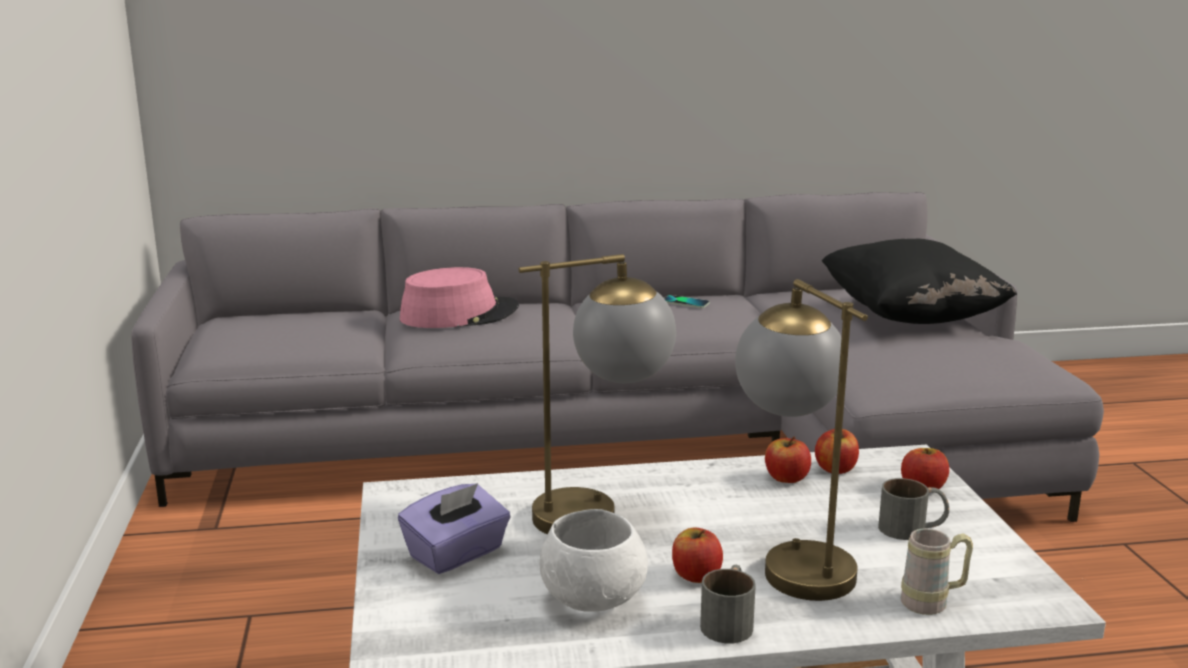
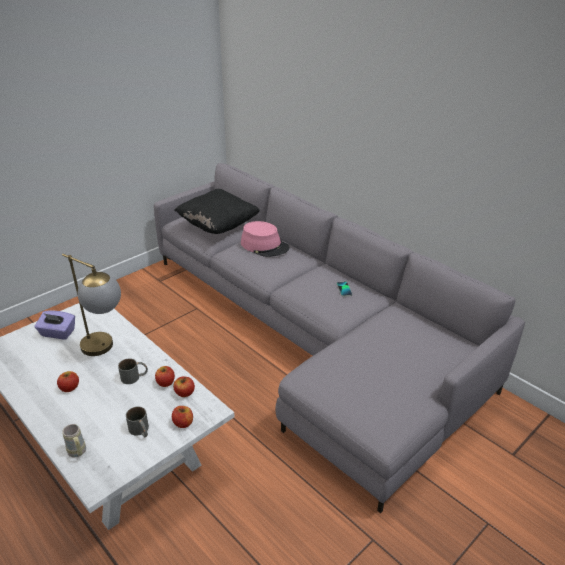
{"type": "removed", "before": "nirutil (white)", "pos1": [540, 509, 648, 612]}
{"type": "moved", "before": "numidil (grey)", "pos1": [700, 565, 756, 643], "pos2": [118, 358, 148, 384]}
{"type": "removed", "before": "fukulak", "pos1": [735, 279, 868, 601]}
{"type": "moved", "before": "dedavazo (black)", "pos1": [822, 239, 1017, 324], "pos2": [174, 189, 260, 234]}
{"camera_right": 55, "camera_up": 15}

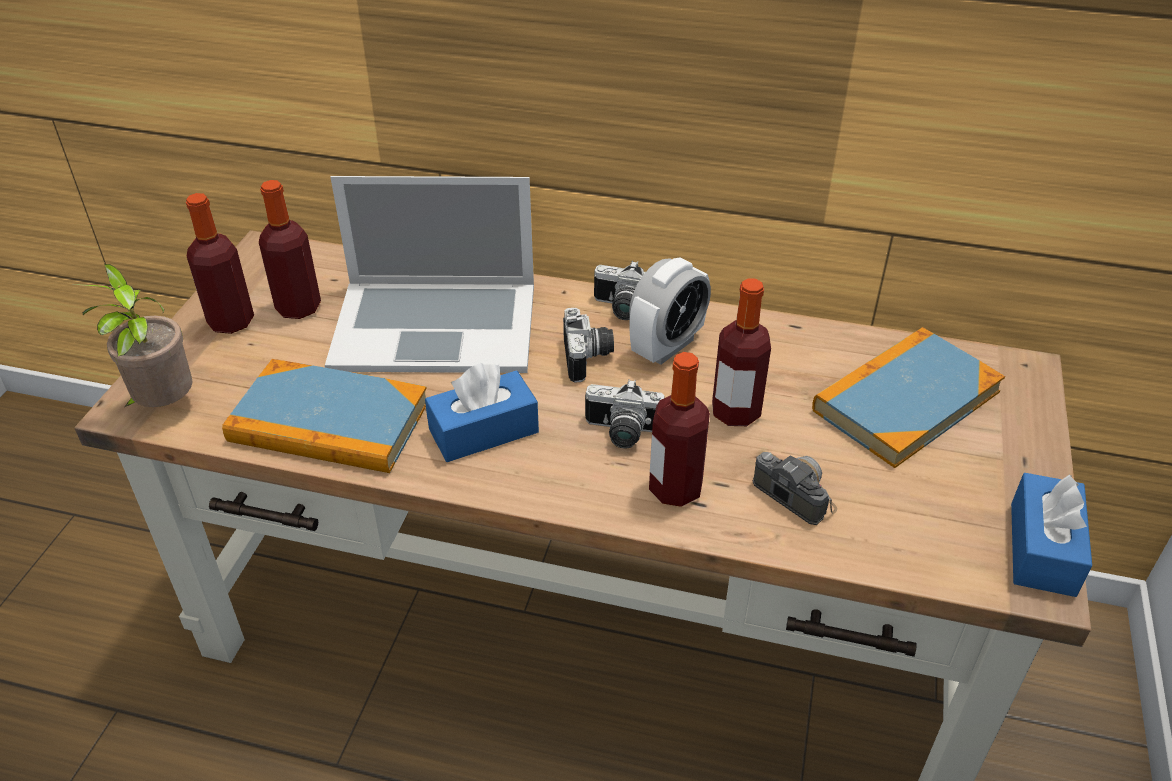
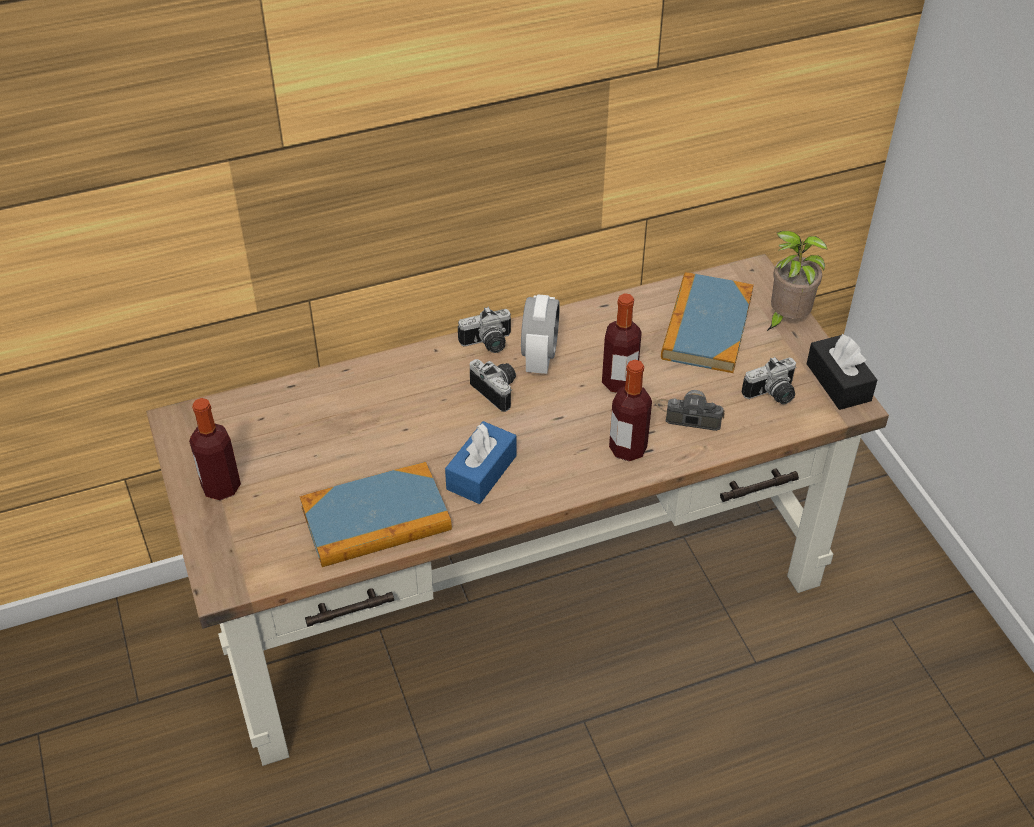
{"type": "moved", "before": "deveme", "pos1": [73, 264, 193, 407], "pos2": [767, 231, 827, 331]}
{"type": "removed", "before": "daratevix", "pos1": [259, 180, 321, 319]}
{"type": "removed", "before": "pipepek", "pos1": [325, 176, 534, 373]}
{"type": "moved", "before": "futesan", "pos1": [585, 379, 664, 449], "pos2": [741, 357, 797, 404]}
{"type": "recoloured", "before": "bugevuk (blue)", "after": "bugevuk (black)", "pos1": [1011, 473, 1092, 597], "pos2": [807, 334, 877, 410]}
{"camera_right": -35, "camera_up": 5}

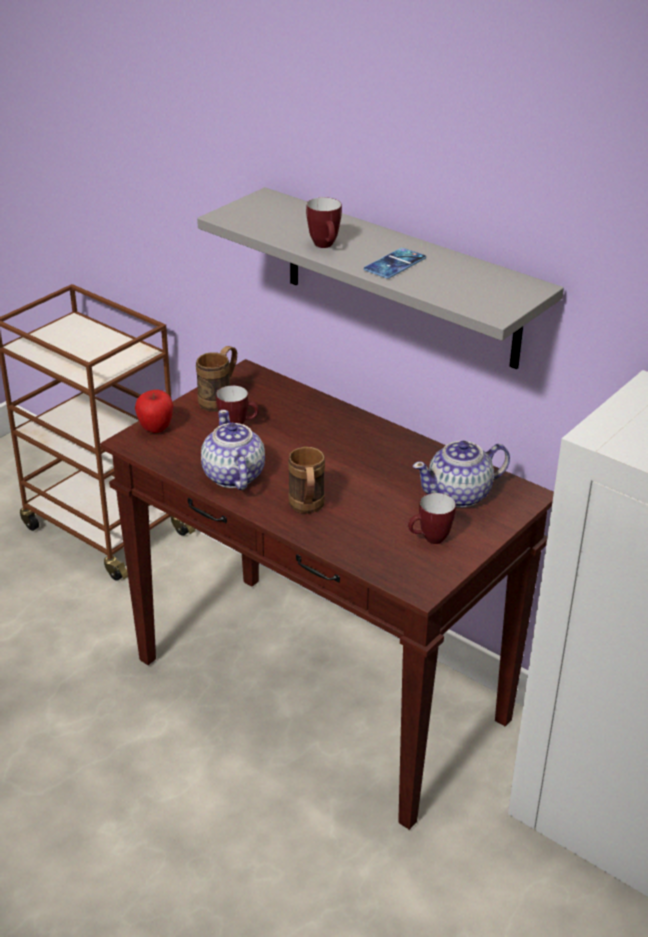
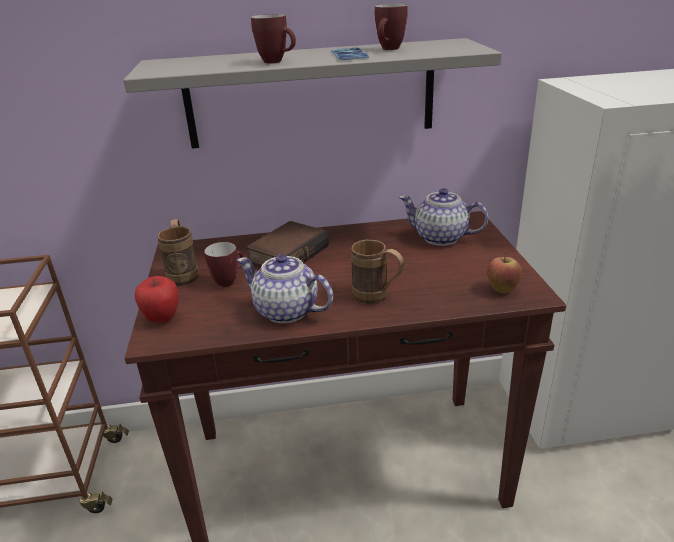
{"type": "moved", "before": "numidil", "pos1": [408, 493, 456, 544], "pos2": [375, 4, 408, 50]}
{"type": "turned", "before": "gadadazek", "pos1": [413, 441, 510, 508], "pos2": [399, 188, 488, 246], "turn": 90}
{"type": "added", "after": "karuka", "pos2": [246, 221, 329, 267]}
{"type": "added", "after": "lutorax", "pos2": [487, 252, 522, 294]}
{"camera_right": -45, "camera_up": -5}

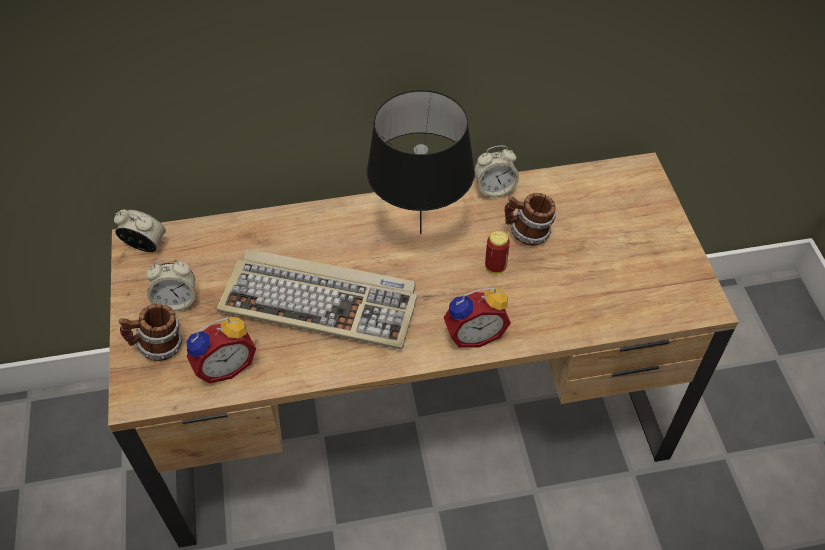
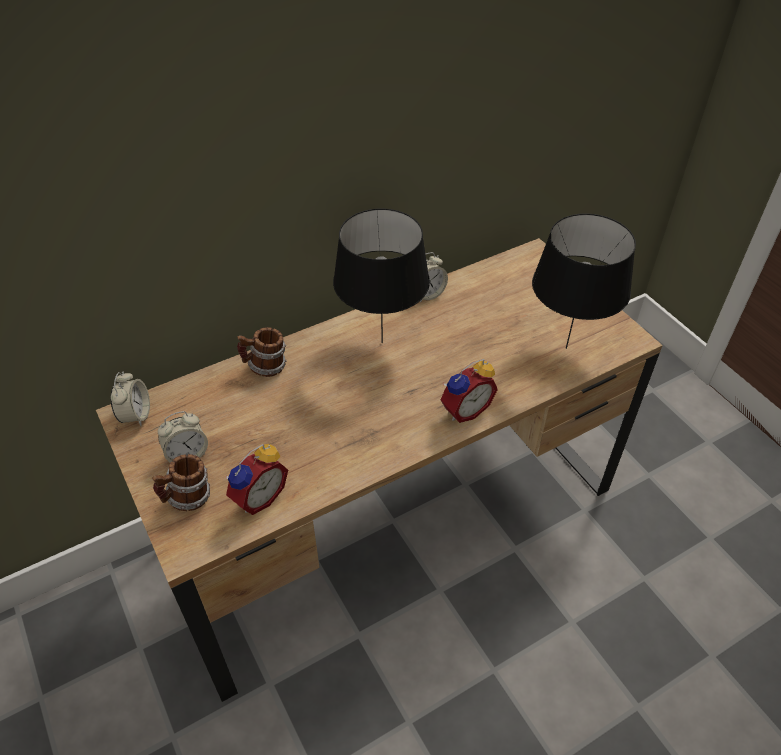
{"type": "turned", "before": "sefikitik", "pos1": [114, 209, 166, 252], "pos2": [111, 372, 150, 426], "turn": 90}
{"type": "removed", "before": "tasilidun", "pos1": [217, 249, 417, 350]}
{"type": "removed", "before": "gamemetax", "pos1": [485, 231, 510, 274]}
{"type": "moved", "before": "numidil", "pos1": [505, 193, 556, 246], "pos2": [237, 327, 287, 377]}
{"type": "added", "after": "fukulak (black)", "pos2": [532, 213, 636, 349]}
{"camera_right": -20, "camera_up": -5}

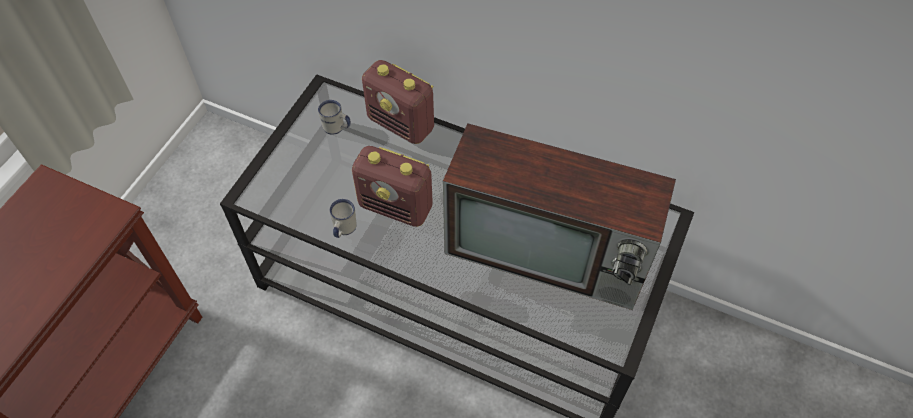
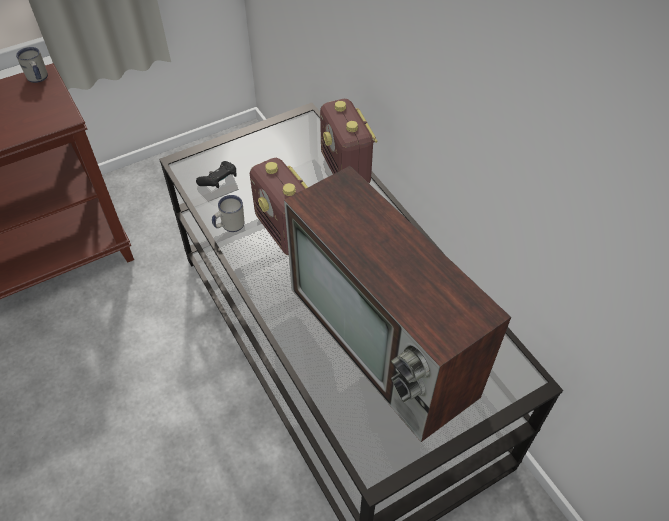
{"type": "moved", "before": "numidil (white)", "pos1": [318, 100, 351, 135], "pos2": [16, 47, 48, 83]}
{"type": "added", "after": "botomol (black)", "pos2": [196, 161, 237, 188]}
{"camera_right": 35, "camera_up": -5}

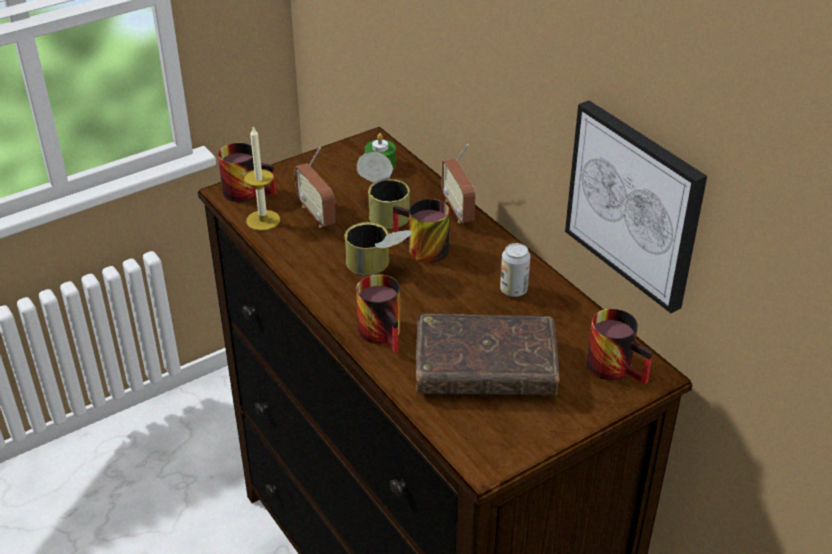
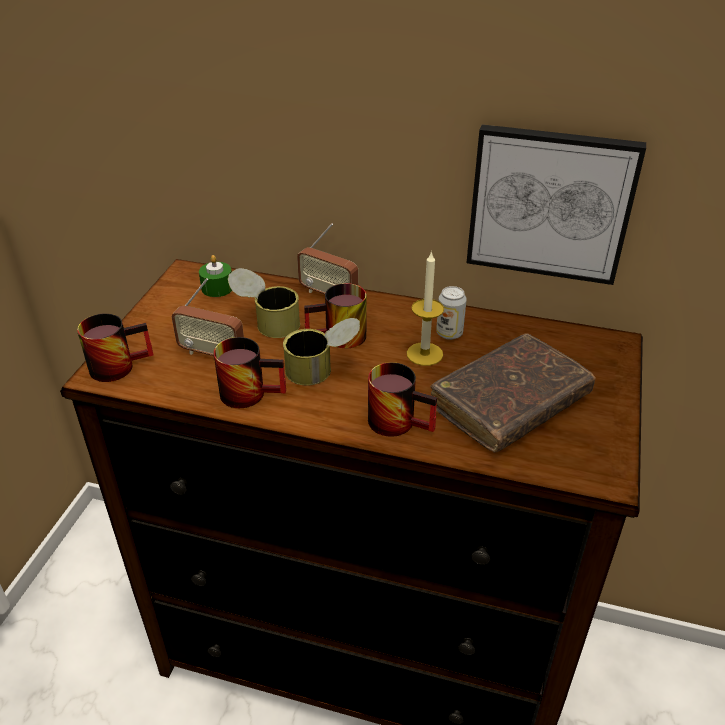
{"type": "moved", "before": "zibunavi", "pos1": [244, 125, 280, 231], "pos2": [407, 251, 444, 366]}
{"type": "moved", "before": "numidil", "pos1": [586, 309, 653, 384], "pos2": [213, 337, 286, 408]}
{"camera_right": -40, "camera_up": 0}

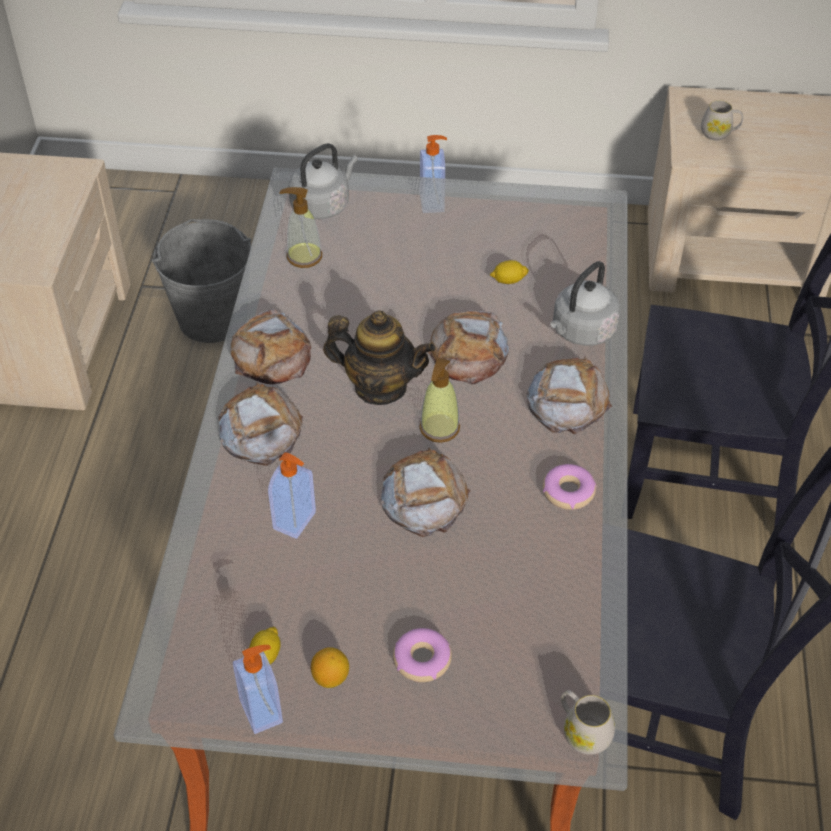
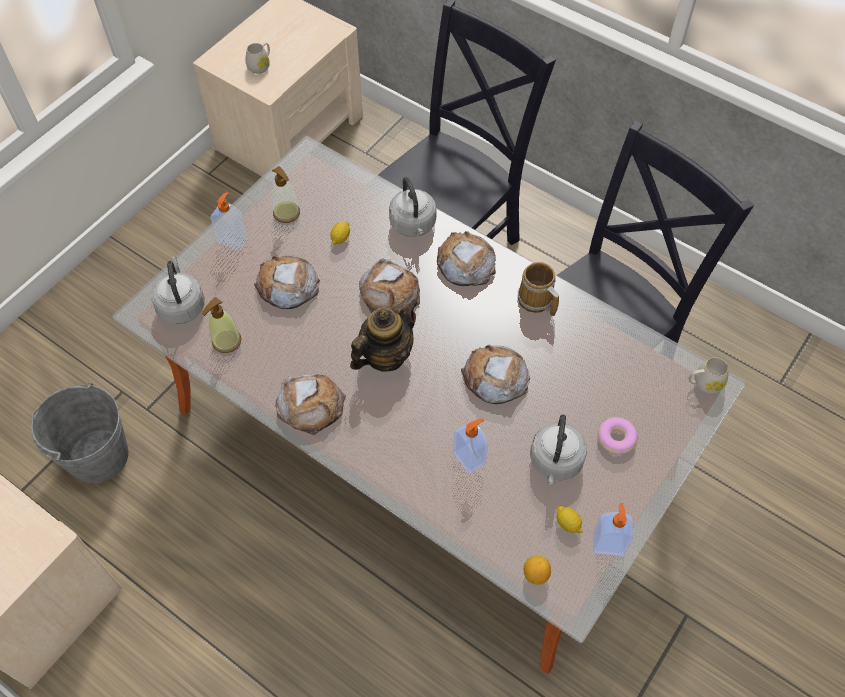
{"type": "moved", "before": "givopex", "pos1": [219, 382, 303, 466], "pos2": [254, 255, 320, 309]}
{"type": "moved", "before": "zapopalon", "pos1": [311, 647, 349, 688], "pos2": [524, 556, 551, 585]}
{"type": "moved", "before": "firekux", "pos1": [420, 358, 460, 443], "pos2": [272, 166, 300, 223]}
{"type": "replaced", "before": "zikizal", "after": "numidil", "pos1": [543, 464, 596, 510], "pos2": [518, 262, 559, 316]}
{"type": "added", "after": "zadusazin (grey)", "pos2": [530, 414, 587, 484]}
{"camera_right": -60, "camera_up": 10}

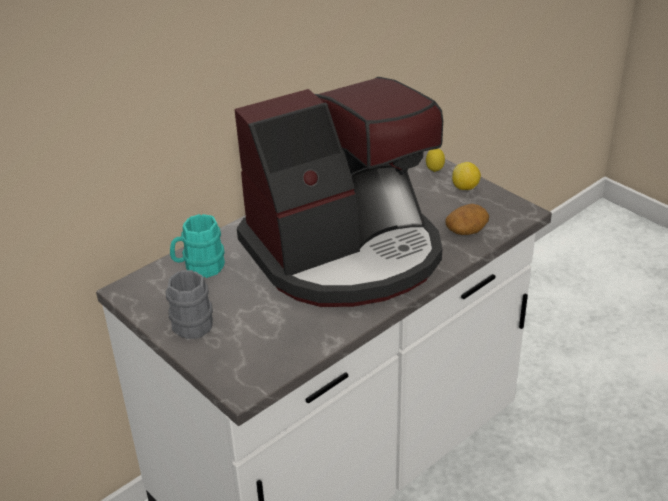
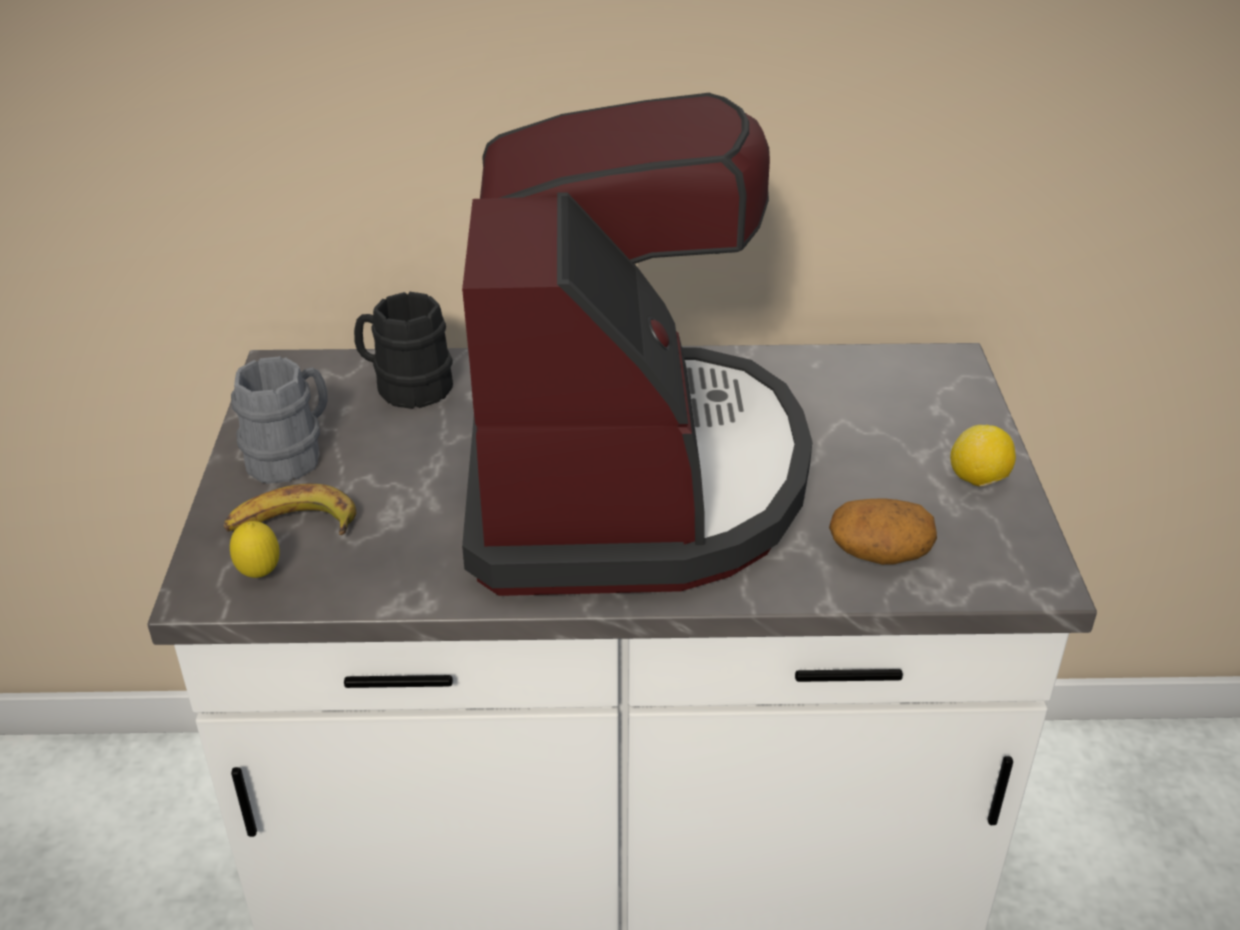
{"type": "recoloured", "before": "numidil (turquoise)", "after": "numidil (black)", "pos1": [170, 214, 225, 278], "pos2": [354, 292, 453, 409]}
{"type": "turned", "before": "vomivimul", "pos1": [234, 77, 443, 307], "pos2": [462, 93, 812, 596], "turn": -105}
{"type": "moved", "before": "zapopalon", "pos1": [426, 148, 445, 172], "pos2": [230, 521, 279, 578]}
{"type": "added", "after": "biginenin", "pos2": [224, 484, 356, 535]}
{"camera_right": 40, "camera_up": 0}

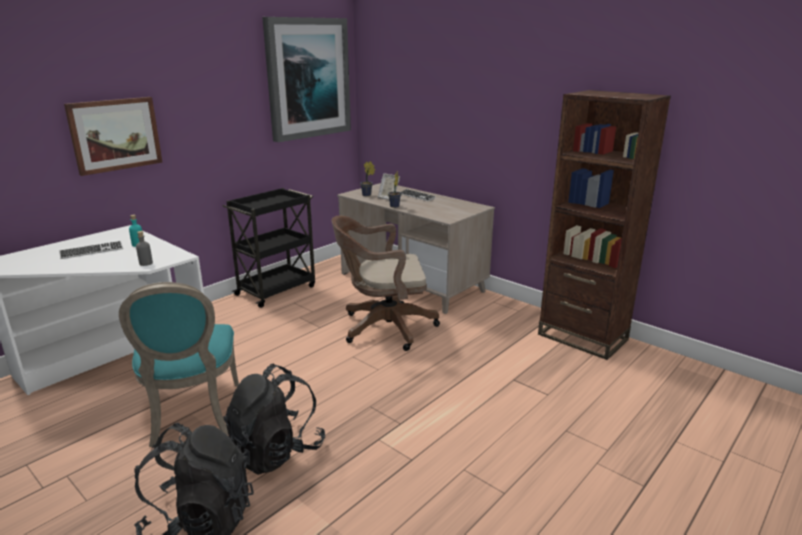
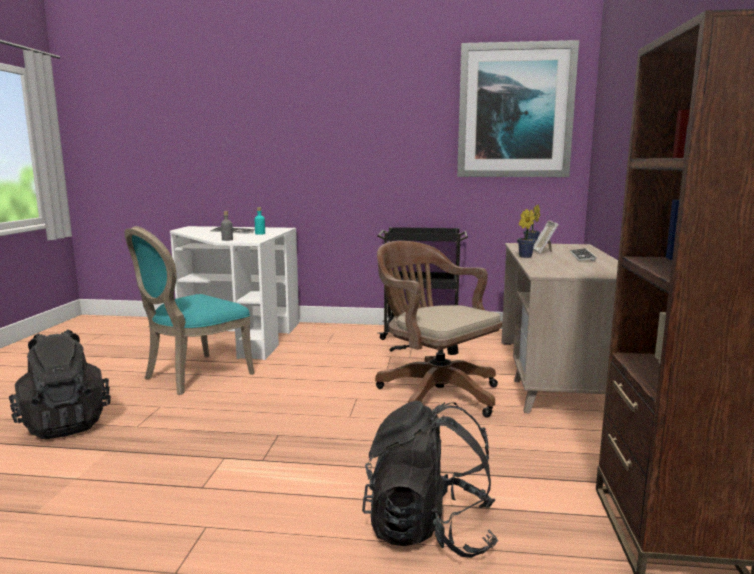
{"type": "removed", "before": "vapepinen", "pos1": [64, 97, 162, 176]}
{"type": "moved", "before": "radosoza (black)", "pos1": [223, 364, 325, 475], "pos2": [362, 401, 498, 558]}
{"camera_right": 55, "camera_up": -10}

